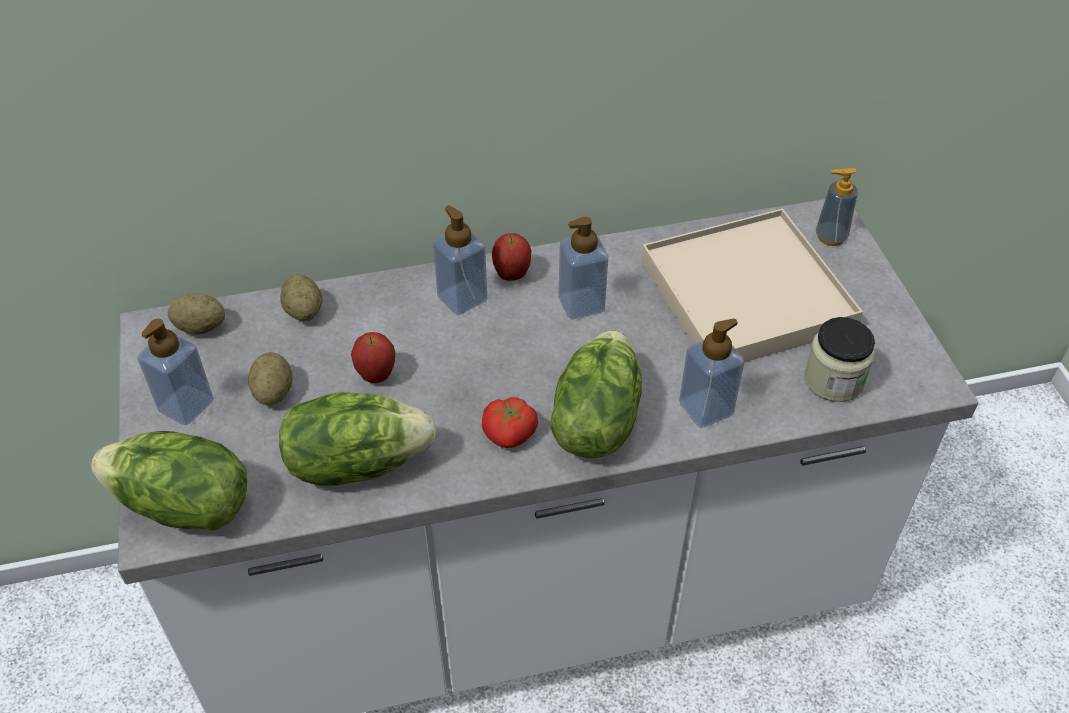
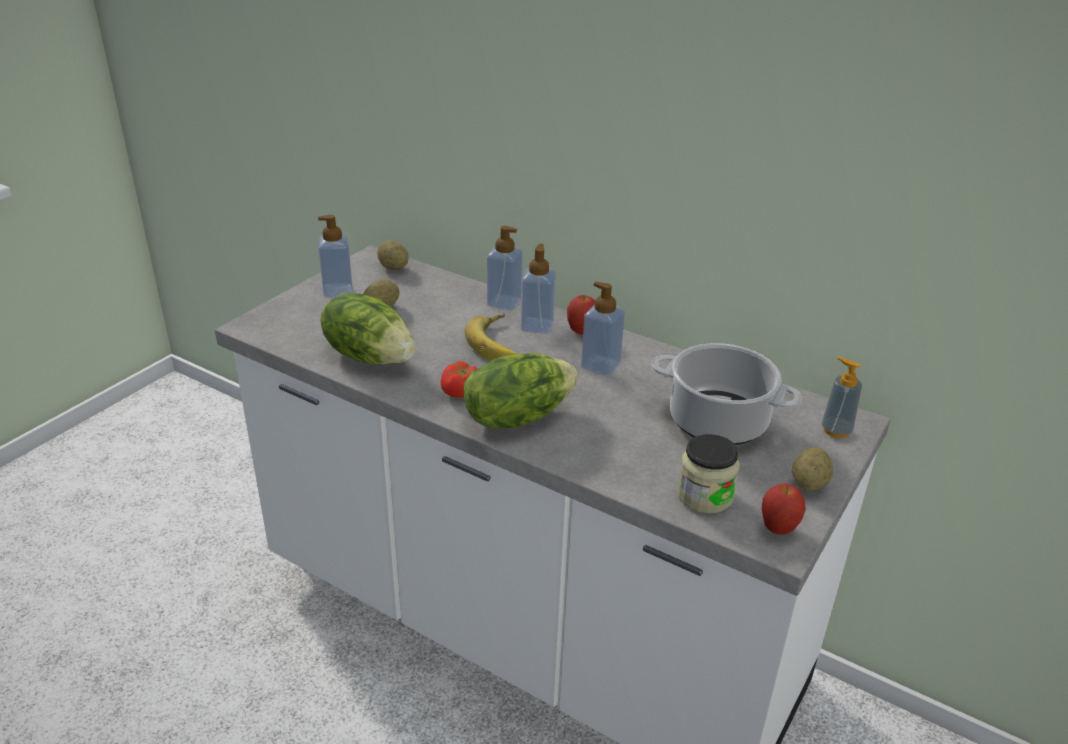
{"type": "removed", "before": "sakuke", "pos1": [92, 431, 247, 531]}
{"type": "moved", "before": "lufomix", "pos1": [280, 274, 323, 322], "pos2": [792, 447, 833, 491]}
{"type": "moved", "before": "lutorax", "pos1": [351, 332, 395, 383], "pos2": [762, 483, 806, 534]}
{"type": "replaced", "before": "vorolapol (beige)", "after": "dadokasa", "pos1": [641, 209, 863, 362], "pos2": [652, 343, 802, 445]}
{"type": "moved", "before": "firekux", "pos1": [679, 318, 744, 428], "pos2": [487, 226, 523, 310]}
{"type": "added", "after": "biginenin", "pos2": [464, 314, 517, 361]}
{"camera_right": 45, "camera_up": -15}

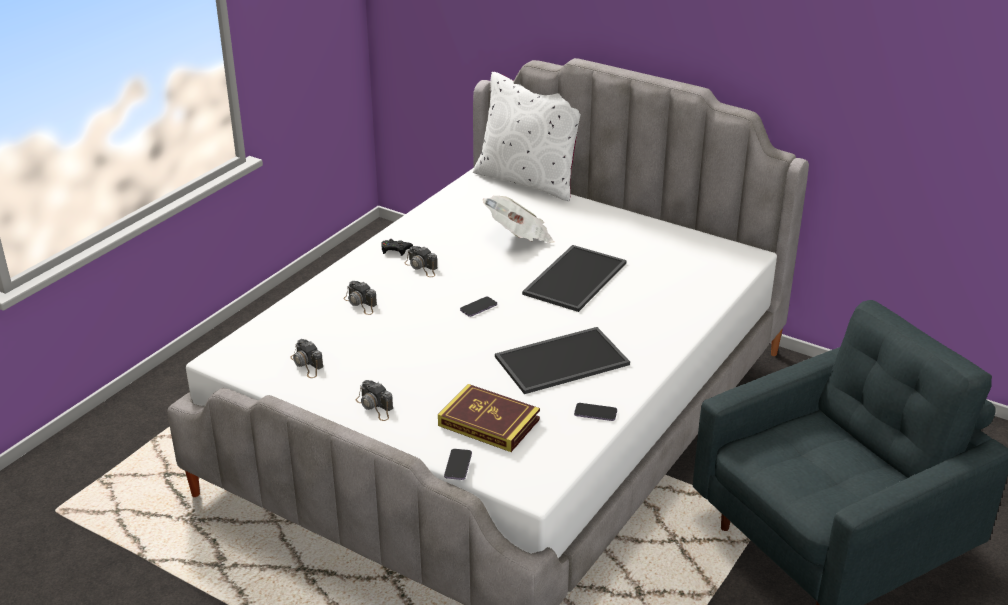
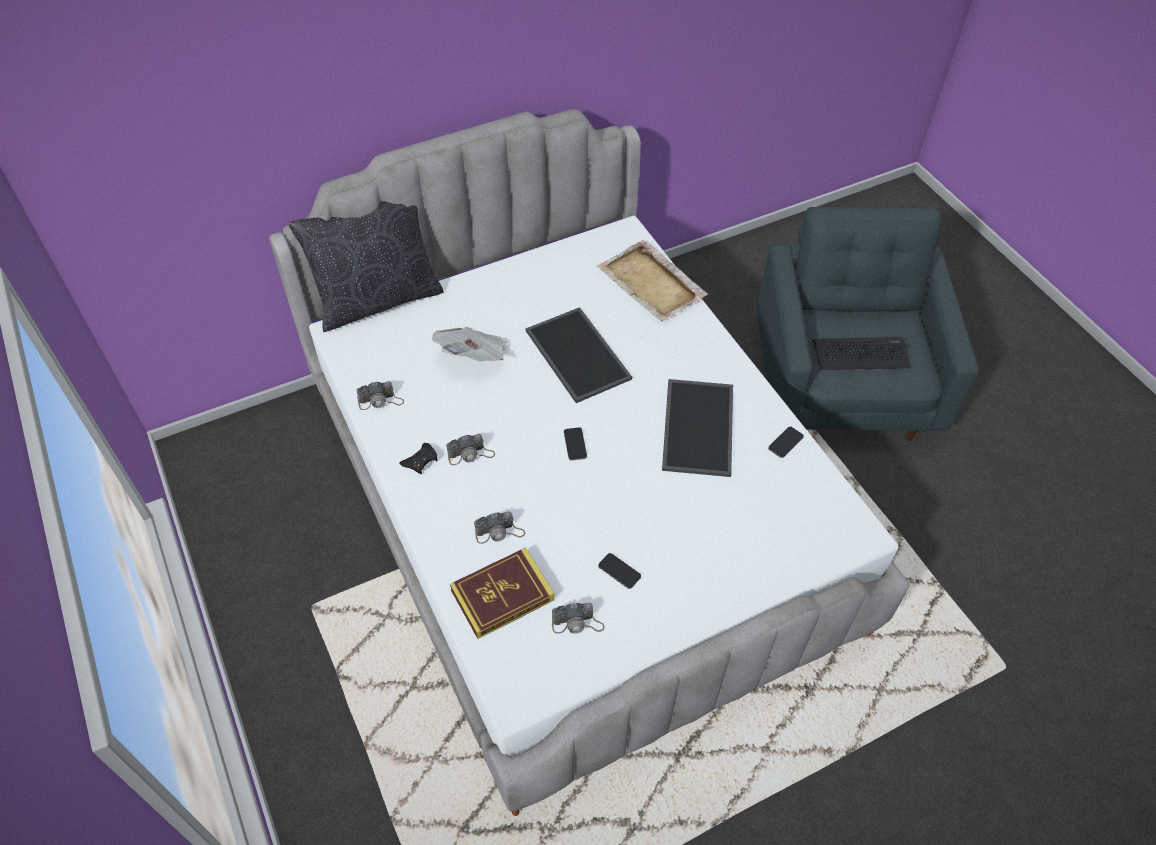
{"type": "moved", "before": "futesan", "pos1": [356, 380, 393, 421], "pos2": [357, 381, 404, 410]}
{"type": "moved", "before": "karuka", "pos1": [438, 384, 540, 452], "pos2": [450, 547, 554, 639]}
{"type": "moved", "before": "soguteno", "pos1": [444, 449, 472, 480], "pos2": [598, 553, 641, 589]}
{"type": "recoloured", "before": "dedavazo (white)", "after": "dedavazo (black)", "pos1": [473, 72, 581, 201], "pos2": [289, 201, 444, 332]}
{"type": "added", "after": "vorolapol (beige)", "pos2": [597, 240, 708, 322]}
{"type": "added", "after": "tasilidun", "pos2": [812, 337, 911, 370]}
{"camera_right": -60, "camera_up": 20}

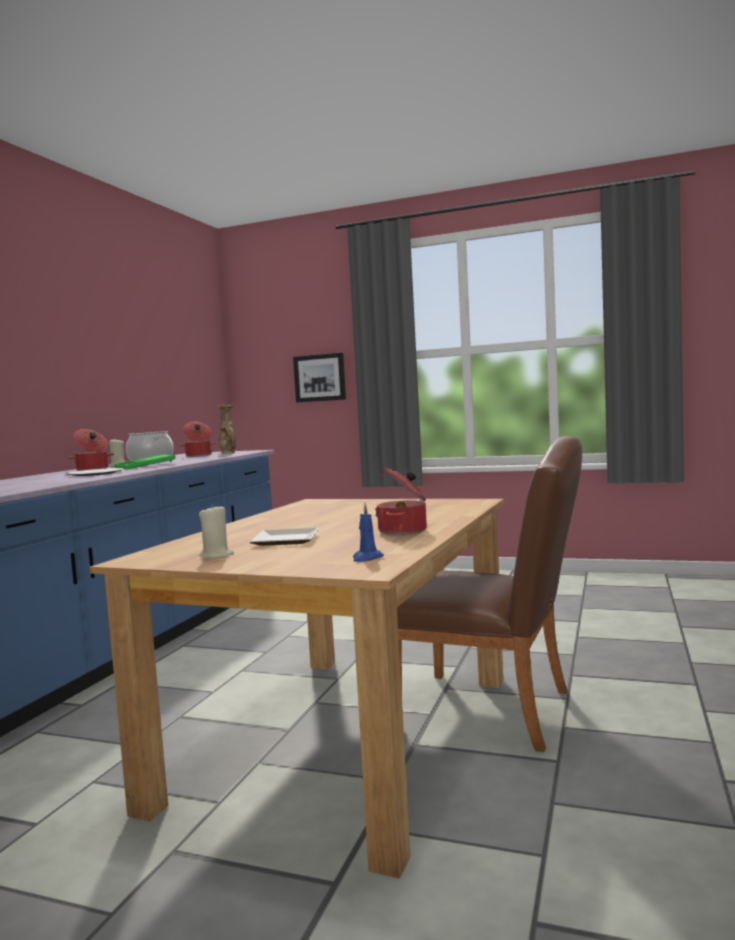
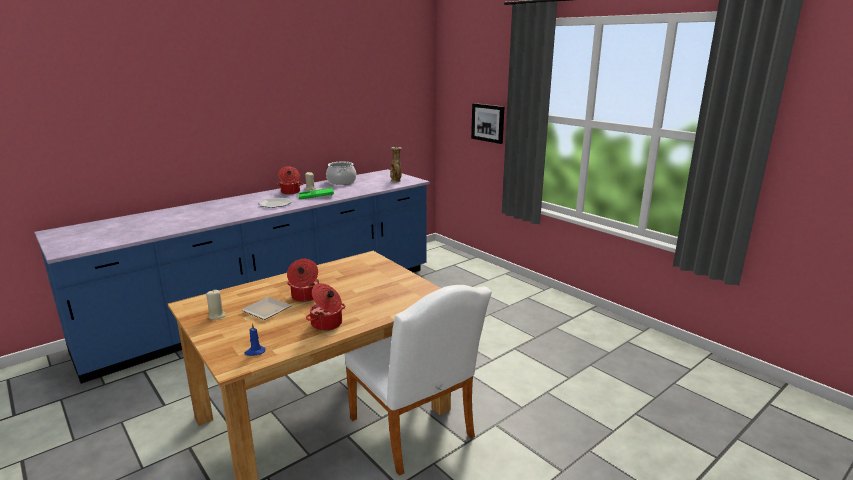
{"type": "moved", "before": "dadokasa", "pos1": [179, 422, 216, 457], "pos2": [287, 259, 319, 302]}
{"type": "recoloured", "before": "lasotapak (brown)", "after": "lasotapak (white)", "pos1": [397, 436, 582, 752], "pos2": [345, 285, 492, 476]}
{"camera_right": 30, "camera_up": 15}

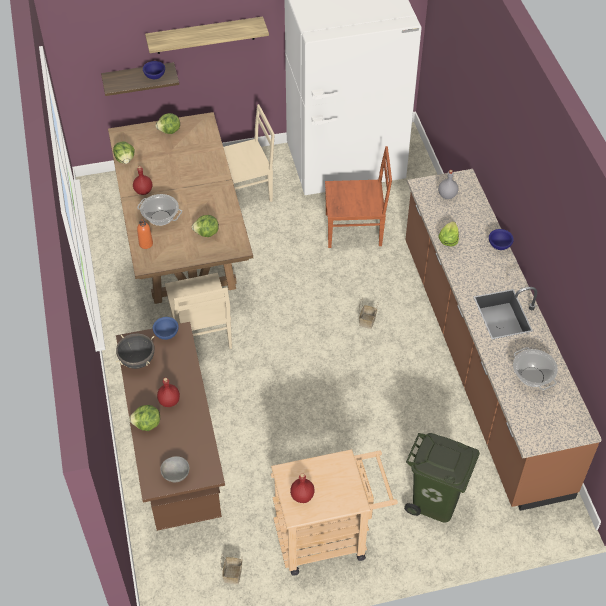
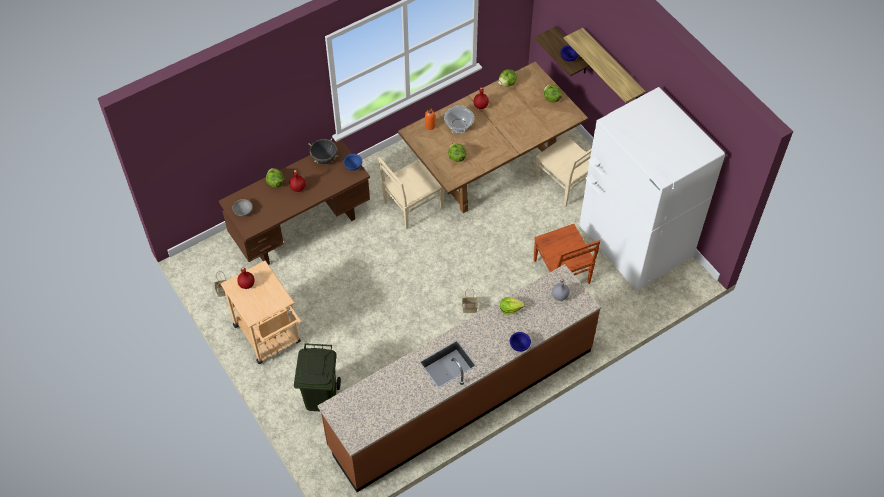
{"type": "removed", "before": "dadokasa", "pos1": [513, 347, 558, 390]}
{"camera_right": 70, "camera_up": 5}

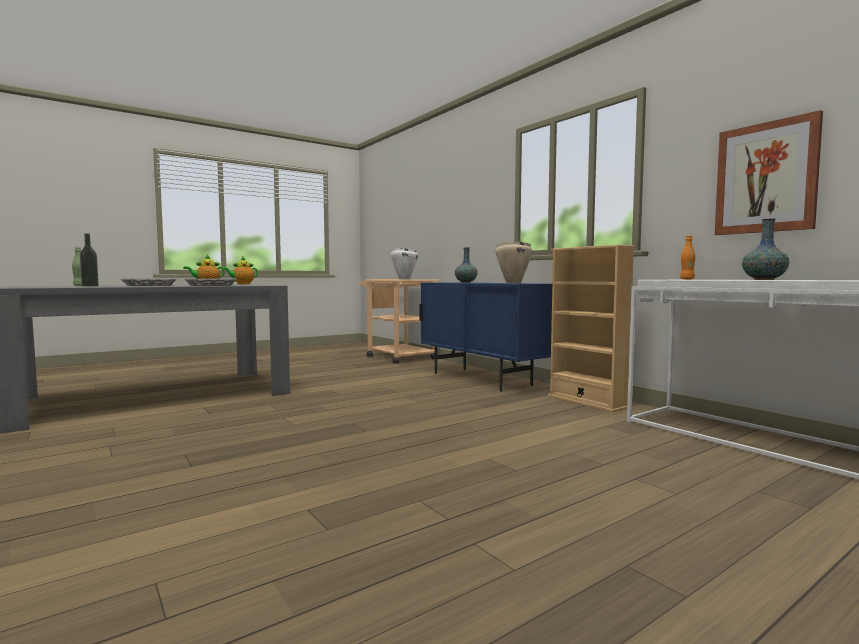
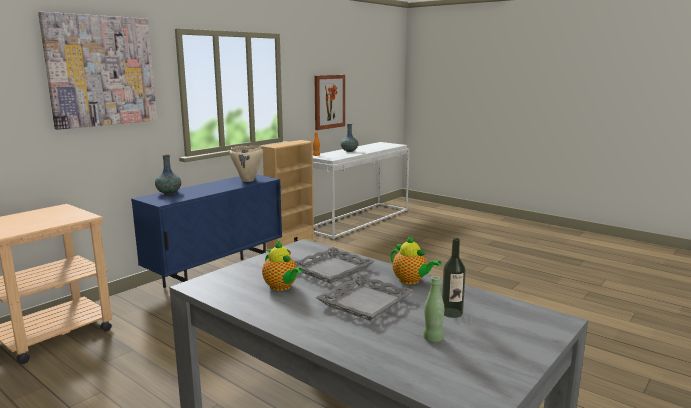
{"type": "moved", "before": "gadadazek", "pos1": [222, 256, 258, 284], "pos2": [390, 235, 441, 285]}
{"type": "removed", "before": "dadokasa (white)", "pos1": [391, 248, 418, 279]}
{"type": "added", "after": "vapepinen", "pos2": [38, 12, 157, 130]}
{"camera_right": -105, "camera_up": 10}

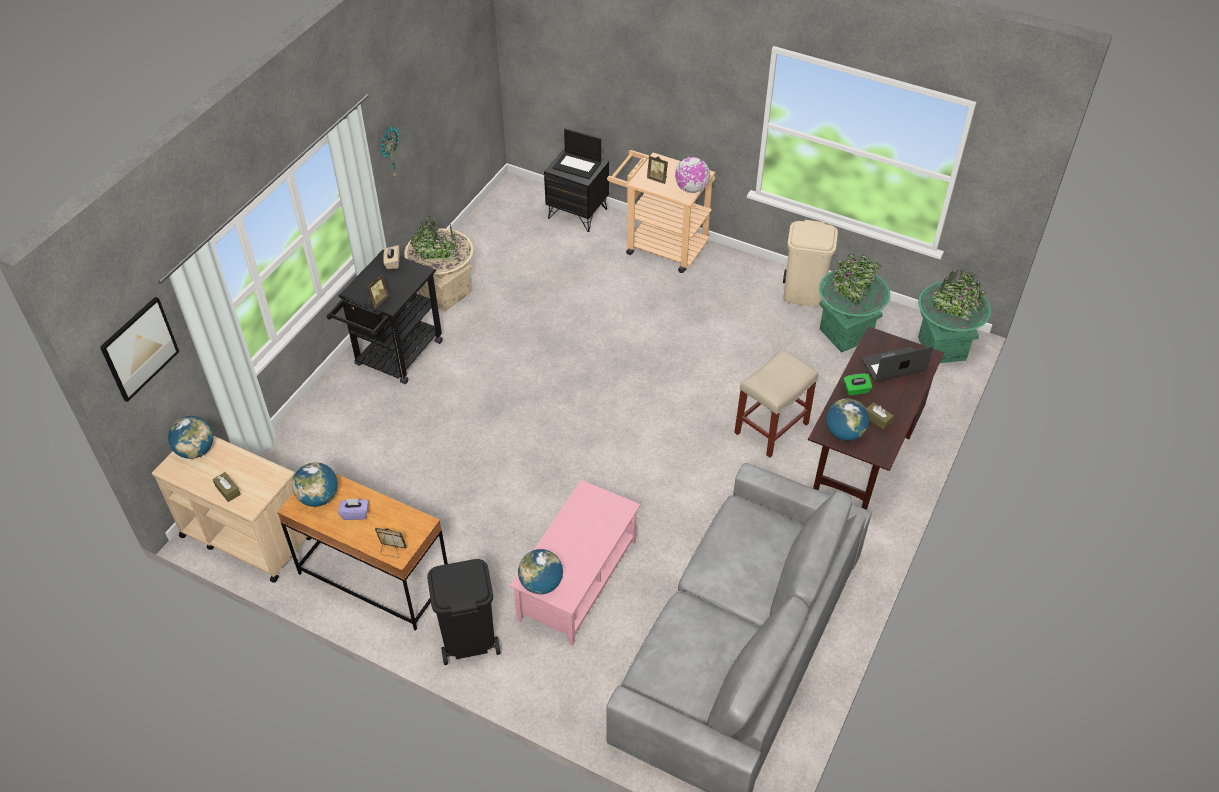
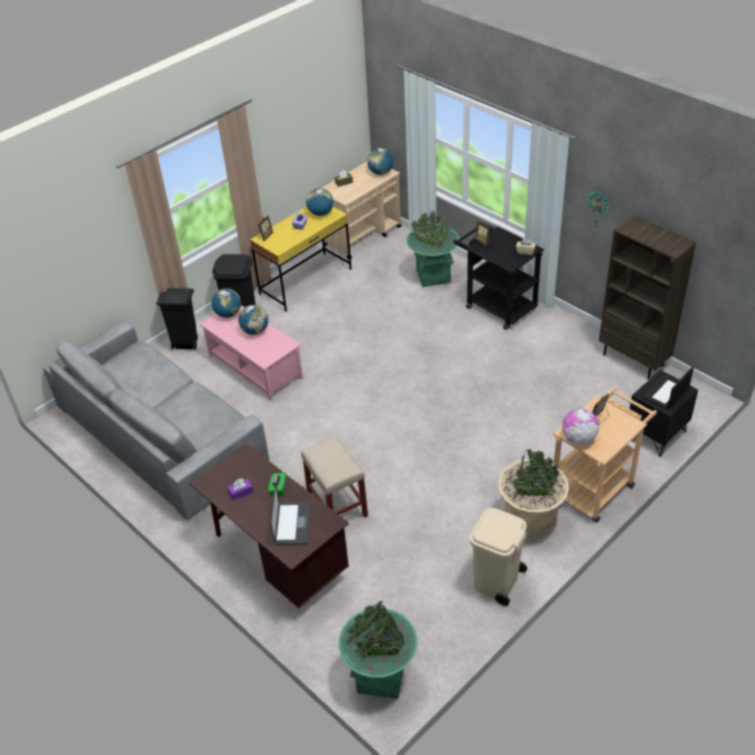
{"type": "removed", "before": "vapepinen", "pos1": [100, 296, 179, 402]}
{"type": "recoloured", "before": "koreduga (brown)", "after": "koreduga (yellow)", "pos1": [277, 473, 448, 630], "pos2": [250, 206, 352, 311]}
{"type": "moved", "before": "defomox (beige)", "pos1": [404, 216, 473, 312], "pos2": [499, 449, 569, 543]}
{"type": "moved", "before": "defomox (green)", "pos1": [819, 254, 890, 353], "pos2": [406, 211, 459, 287]}
{"type": "moved", "before": "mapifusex", "pos1": [826, 398, 869, 441], "pos2": [238, 305, 268, 335]}
{"type": "recoloured", "before": "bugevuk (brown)", "after": "bugevuk (purple)", "pos1": [866, 402, 894, 430], "pos2": [227, 478, 253, 501]}
{"type": "added", "after": "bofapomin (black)", "pos2": [156, 288, 198, 350]}
{"type": "added", "after": "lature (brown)", "pos2": [599, 215, 696, 379]}
{"camera_right": 110, "camera_up": -5}

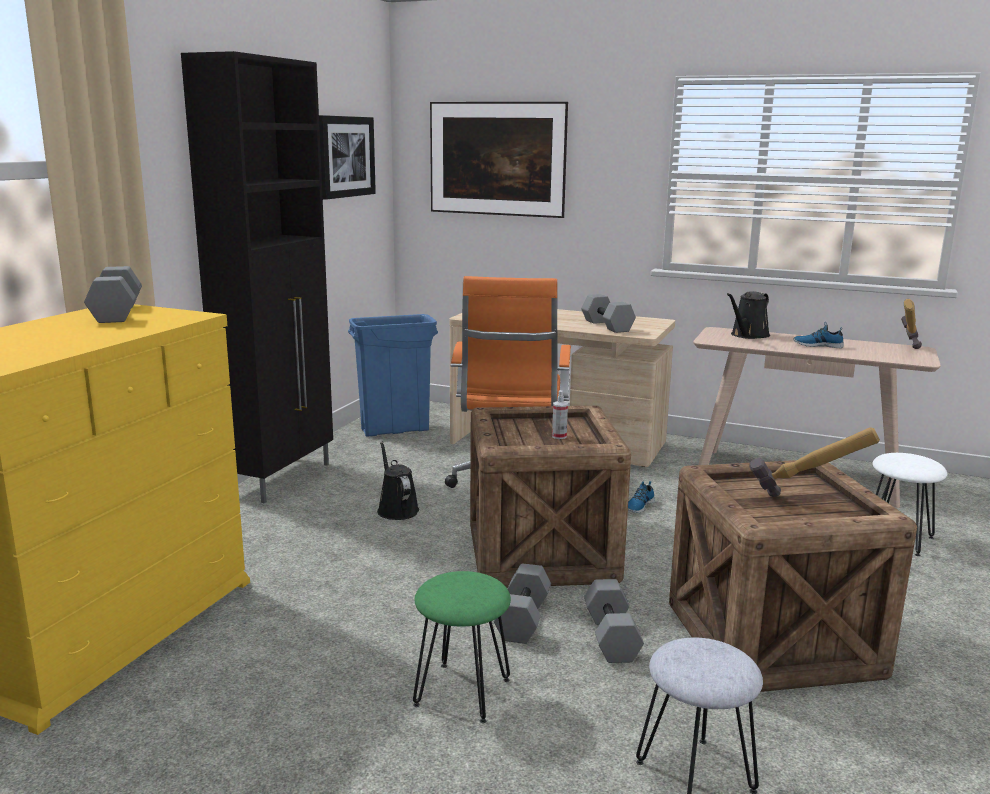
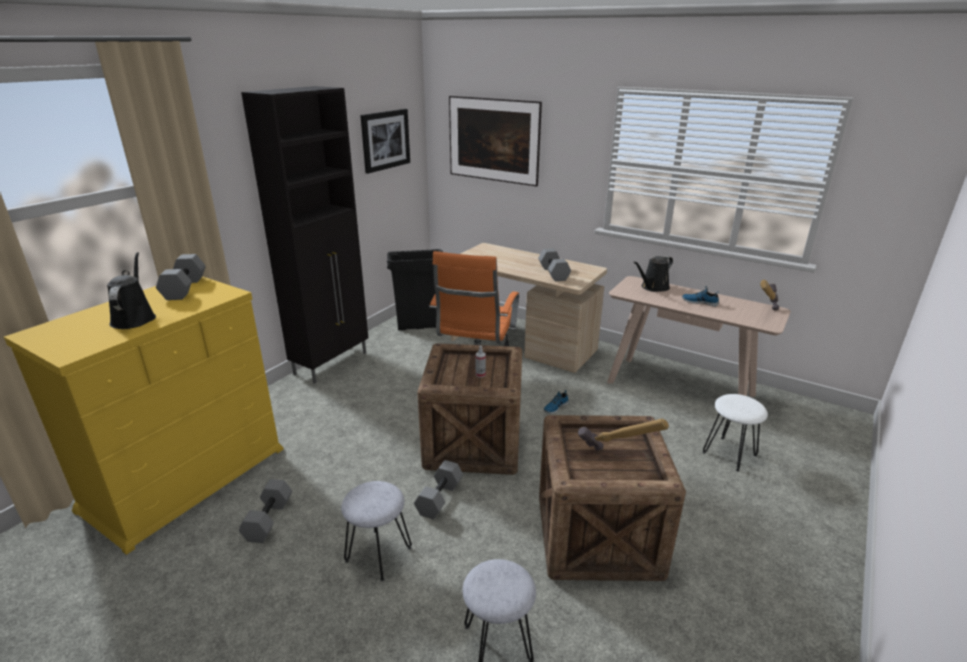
{"type": "recoloured", "before": "bofapomin (blue)", "after": "bofapomin (black)", "pos1": [348, 314, 438, 437], "pos2": [387, 249, 443, 330]}
{"type": "moved", "before": "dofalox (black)", "pos1": [377, 442, 419, 520], "pos2": [107, 252, 156, 329]}
{"type": "recoloured", "before": "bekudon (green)", "after": "bekudon (grey)", "pos1": [413, 571, 511, 723], "pos2": [341, 481, 412, 581]}
{"type": "moved", "before": "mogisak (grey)", "pos1": [584, 579, 644, 663], "pos2": [239, 479, 292, 543]}
{"camera_right": 10, "camera_up": 10}

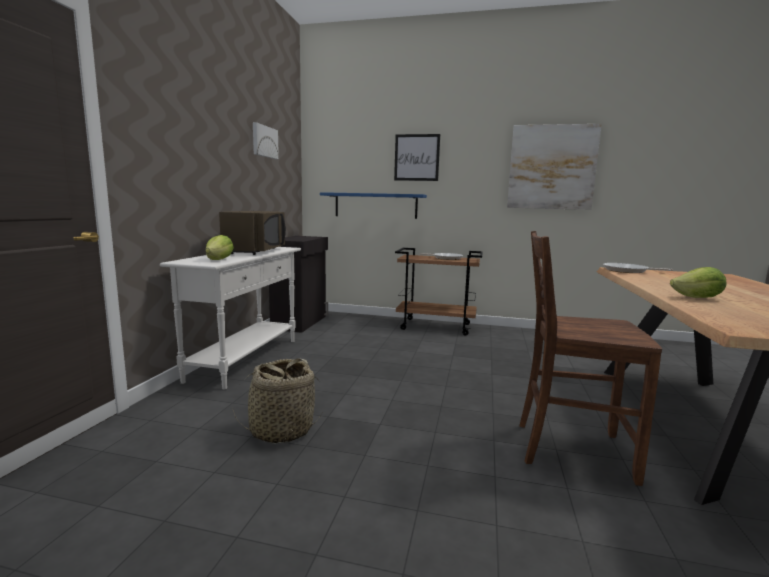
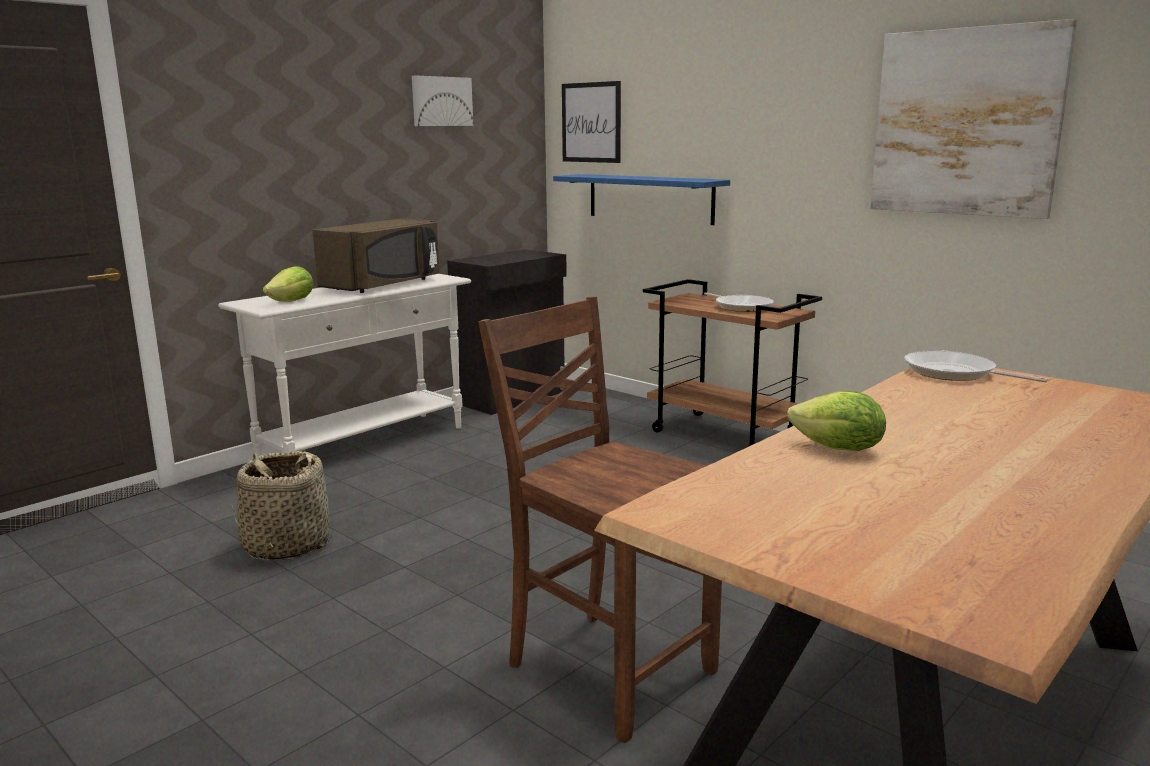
{"type": "moved", "before": "vapepinen", "pos1": [394, 134, 440, 181], "pos2": [562, 81, 621, 163]}
{"camera_right": 30, "camera_up": 5}

